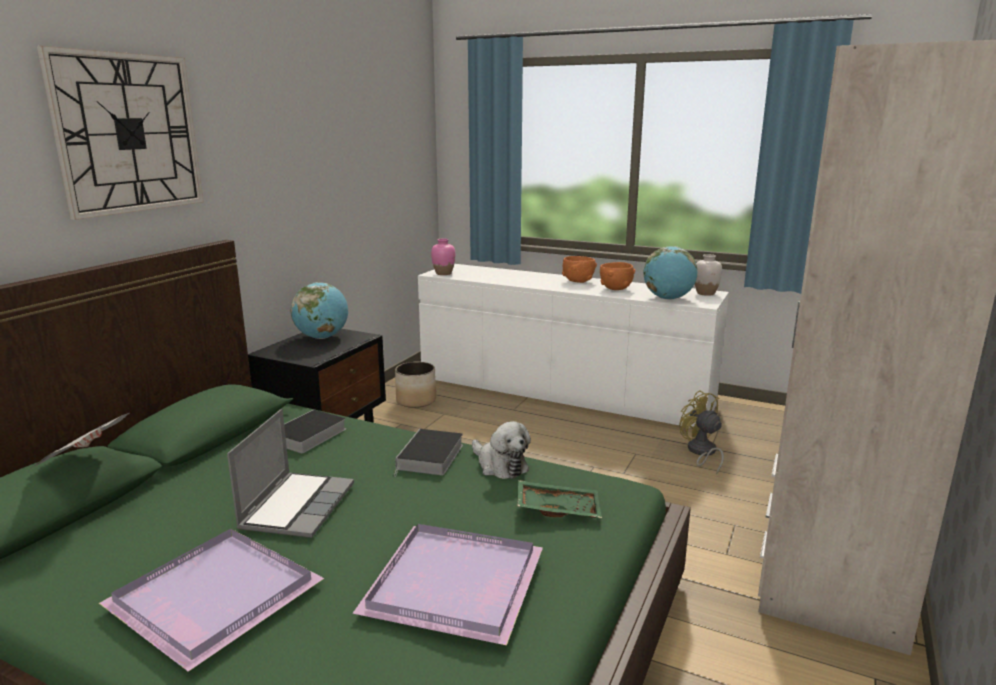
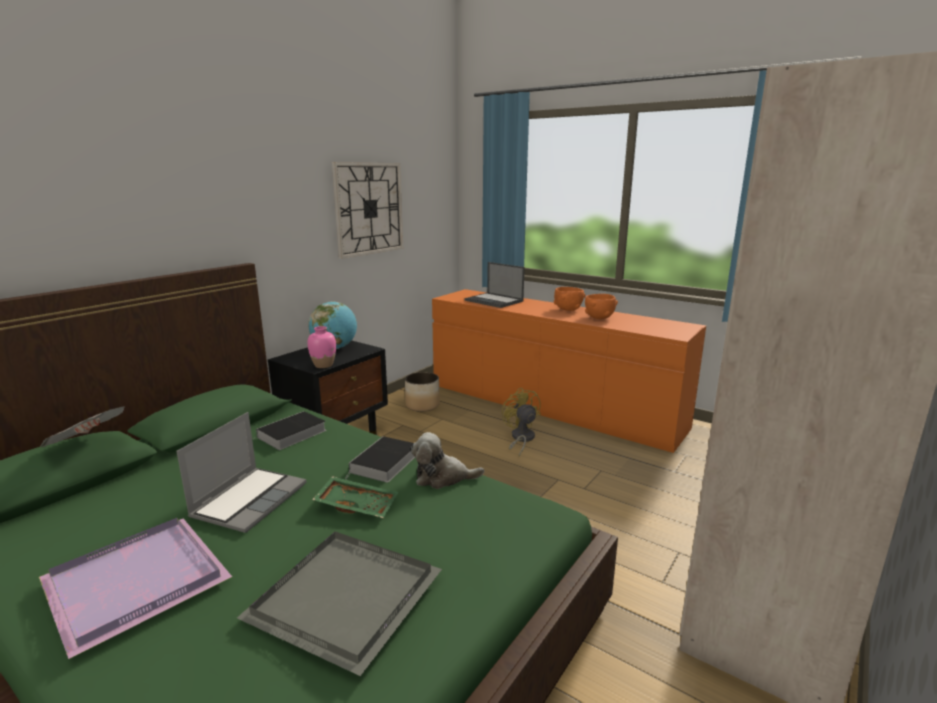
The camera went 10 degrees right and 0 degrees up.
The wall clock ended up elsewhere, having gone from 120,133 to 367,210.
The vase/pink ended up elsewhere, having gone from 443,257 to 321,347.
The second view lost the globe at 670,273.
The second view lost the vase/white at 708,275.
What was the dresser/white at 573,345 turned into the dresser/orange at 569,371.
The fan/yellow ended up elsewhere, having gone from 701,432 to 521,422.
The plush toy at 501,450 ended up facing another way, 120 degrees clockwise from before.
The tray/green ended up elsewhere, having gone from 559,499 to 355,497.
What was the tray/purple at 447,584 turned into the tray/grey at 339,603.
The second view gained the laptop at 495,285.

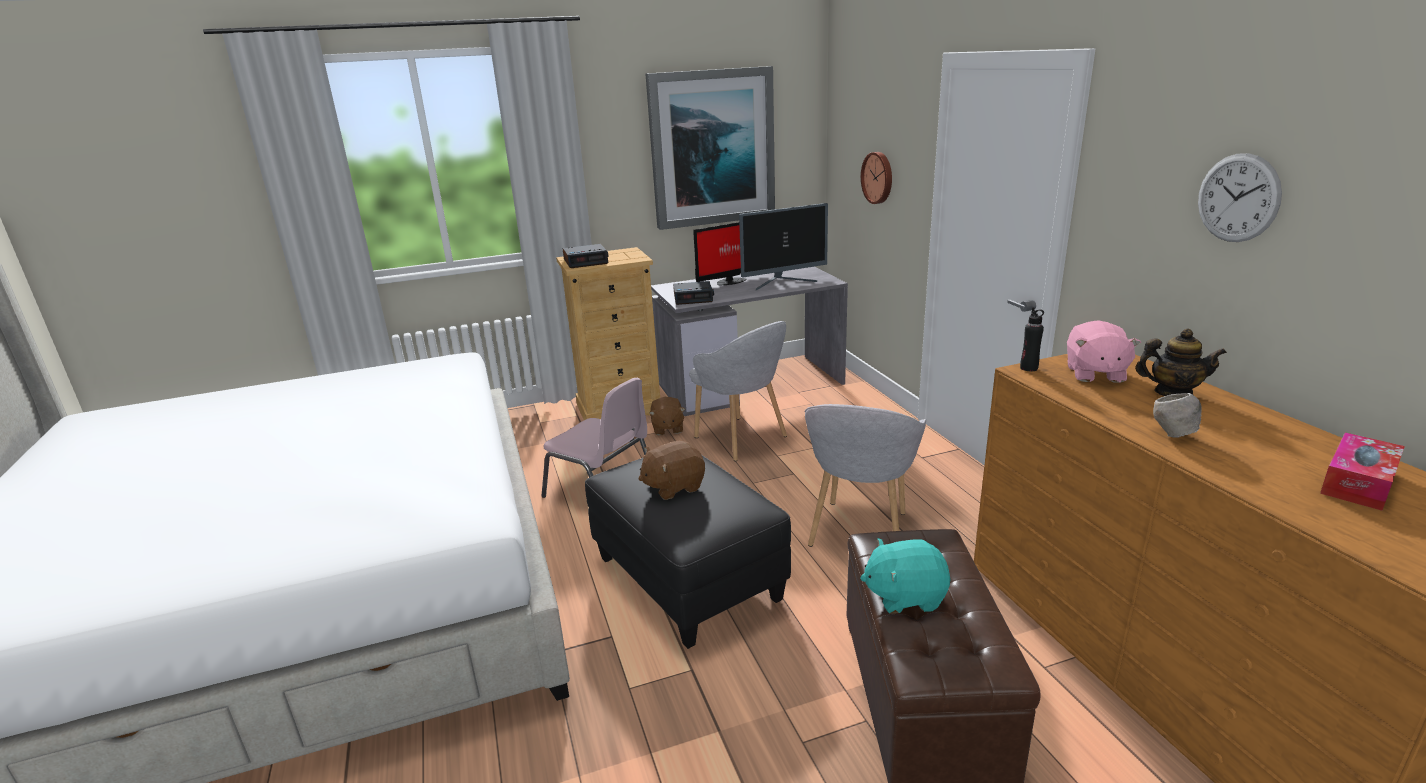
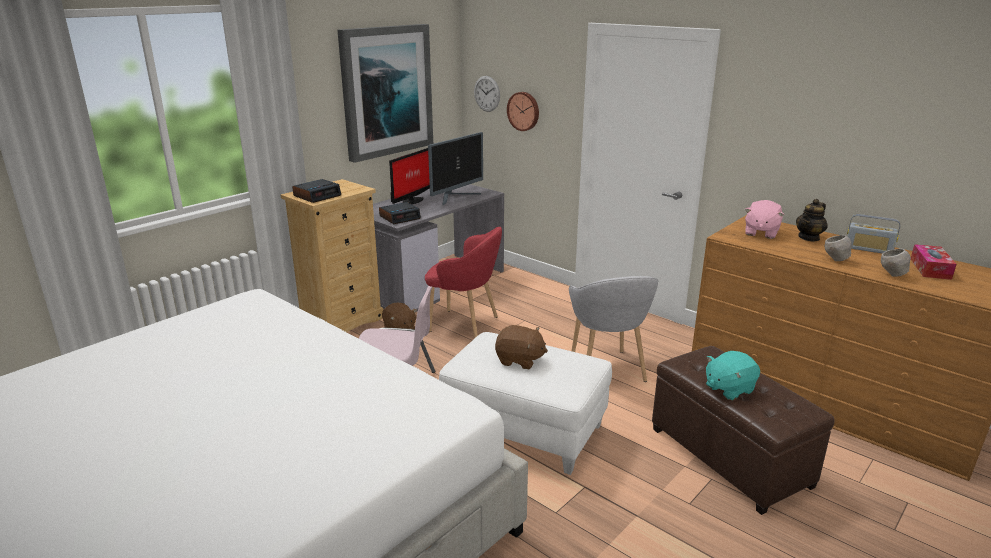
The camera went 30 degrees left and 0 degrees up.
The wall clock ended up elsewhere, having gone from 1240,197 to 487,94.
The second view lost the bottle/black at 1032,339.
The plush toy/pink at 1104,351 ended up facing another way, 45 degrees clockwise from before.
What was the armchair/grey at 738,391 turned into the armchair/red at 463,283.
The teapot at 1181,362 ended up facing another way, 150 degrees clockwise from before.
The plush toy/brown at 671,470 ended up facing another way, 105 degrees counterclockwise from before.
What was the ottoman/black at 688,552 turned into the ottoman/white at 525,403.
The second view gained the radio at 873,234.
The second view gained the bowl/grey at 896,263.

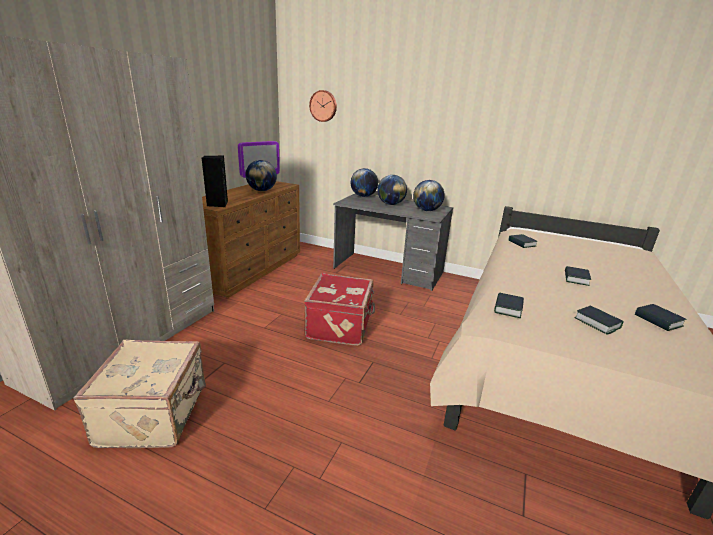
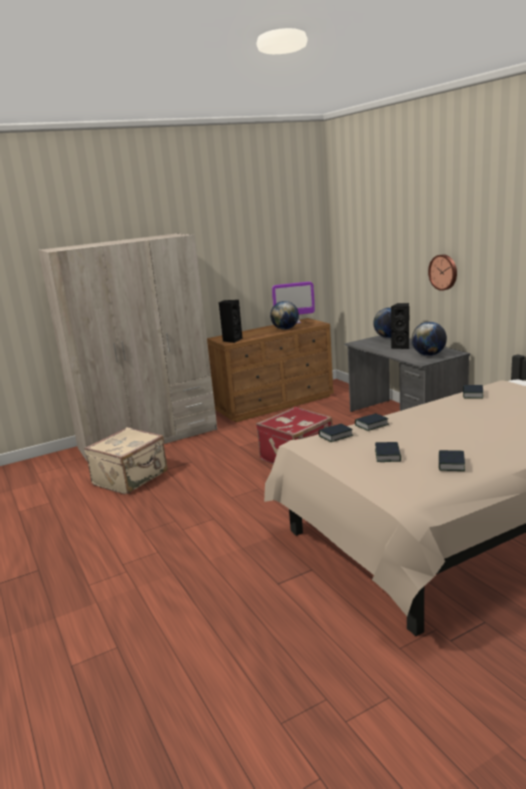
The camera went 40 degrees right and 5 degrees down.
The wall clock ended up elsewhere, having gone from 323,106 to 442,272.
Where the globe stood at 392,190, the speaker/black came to stand at 400,326.
The book ended up elsewhere, having gone from 578,276 to 372,422.

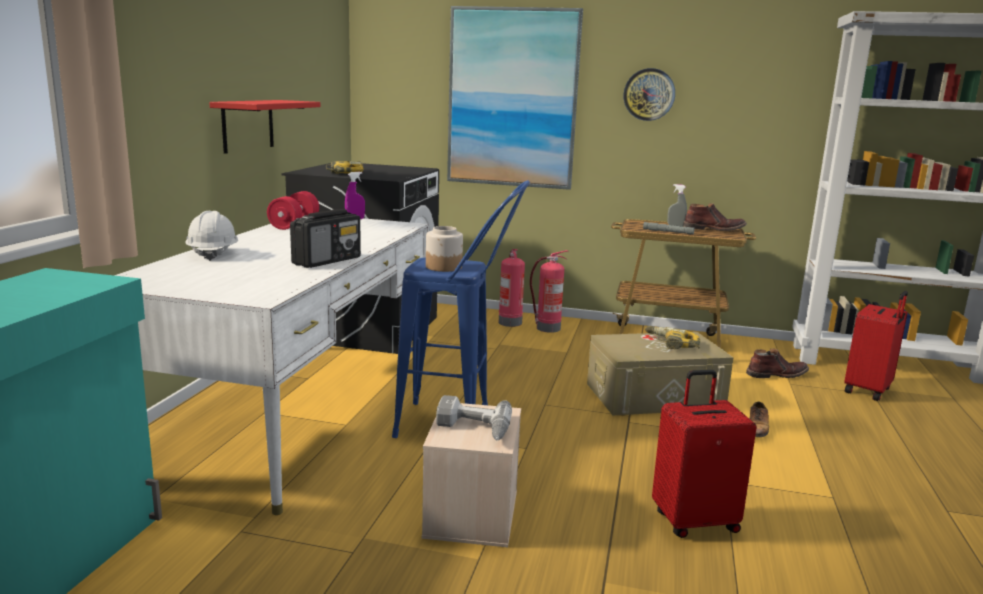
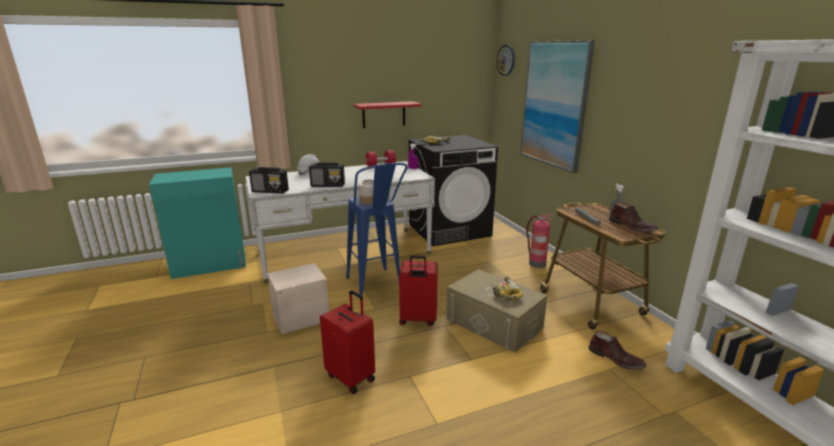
The camera went 55 degrees right and 5 degrees up.
The wall clock ended up elsewhere, having gone from 649,94 to 506,60.
The second view lost the fire extinguisher at 512,288.
The suitcase/red ended up elsewhere, having gone from 876,346 to 418,291.
The second view lost the power drill at 474,417.
The second view lost the shoe at 759,419.
The second view gained the radio at 269,180.

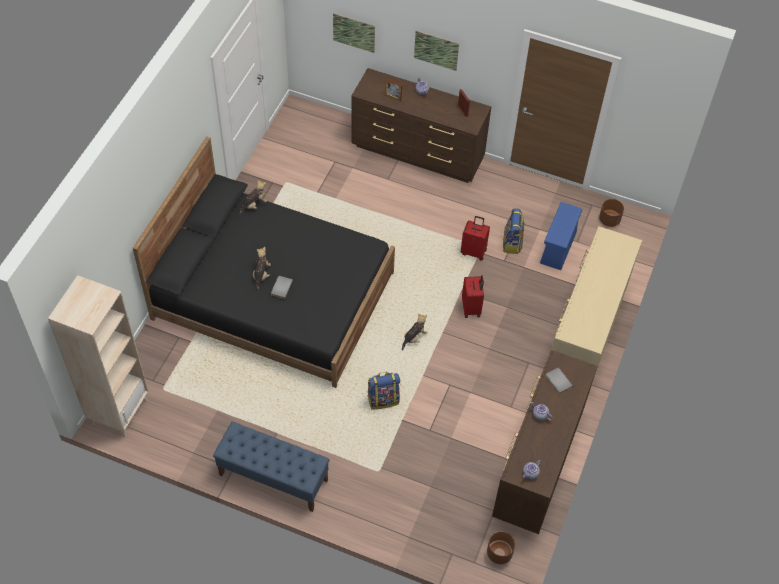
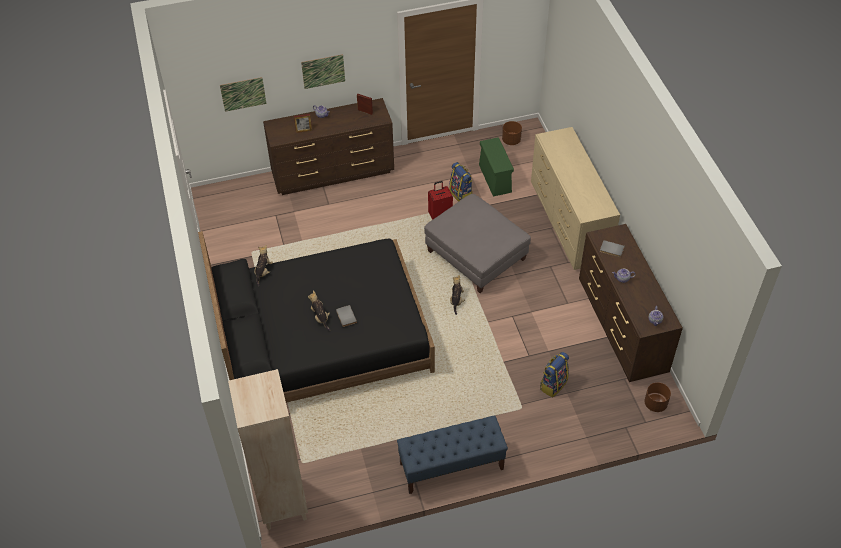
The camera went 35 degrees left and 5 degrees down.
What was the storage box/blue at 561,236 turned into the storage box/green at 496,166.
Where the suitcase/red stood at 473,296, the ottoman/grey came to stand at 477,243.
The backpack ended up elsewhere, having gone from 383,390 to 554,375.

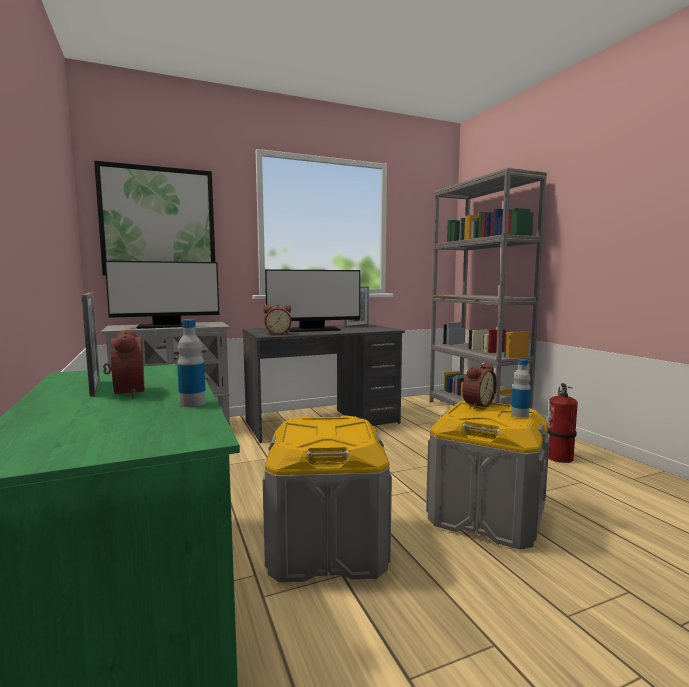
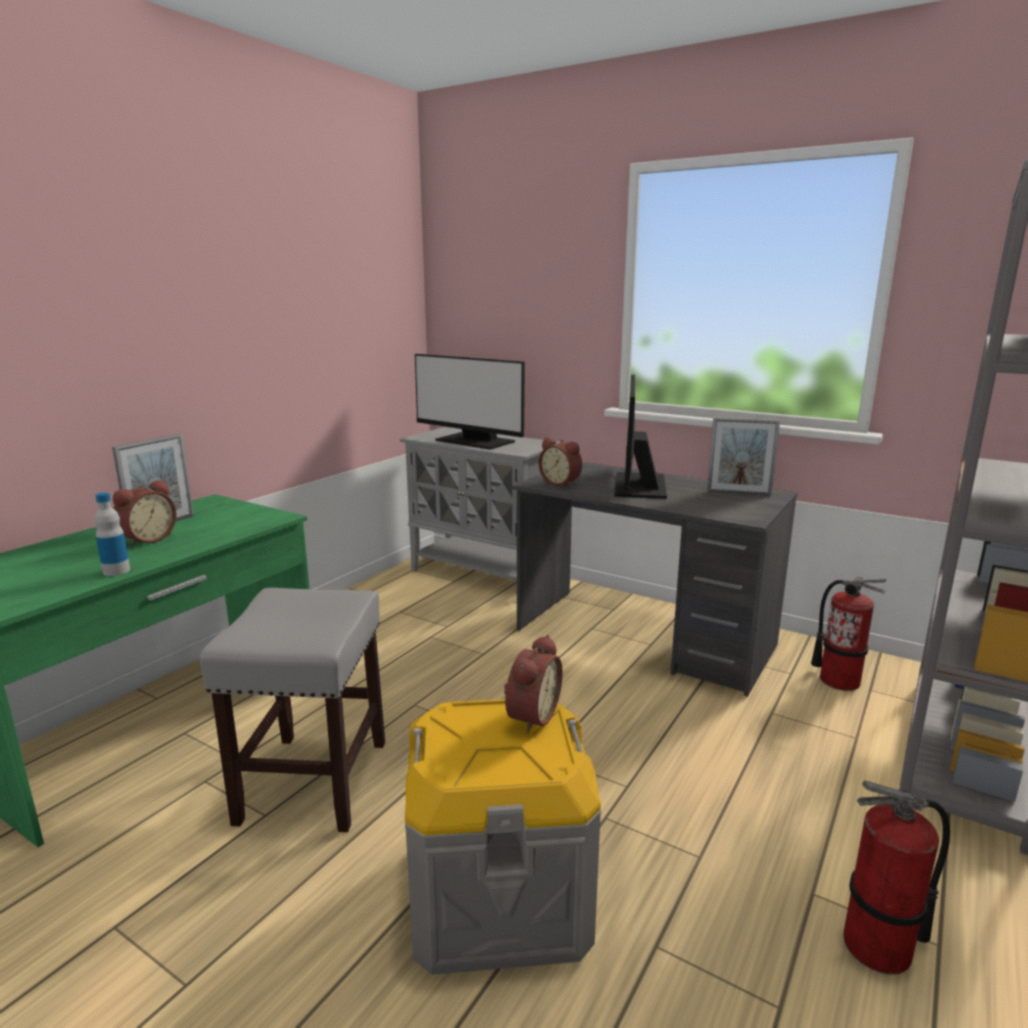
The camera went 55 degrees right and 10 degrees up.
The second view lost the picture at 154,218.
The monitor at 312,300 ended up facing another way, 60 degrees clockwise from before.
The second view lost the bottle at 521,388.
The alarm clock at 479,385 ended up facing another way, 75 degrees counterclockwise from before.
Where the storage box/grey stood at 327,499, the stool/grey came to stand at 292,710.
The second view gained the fire extinguisher at 848,634.

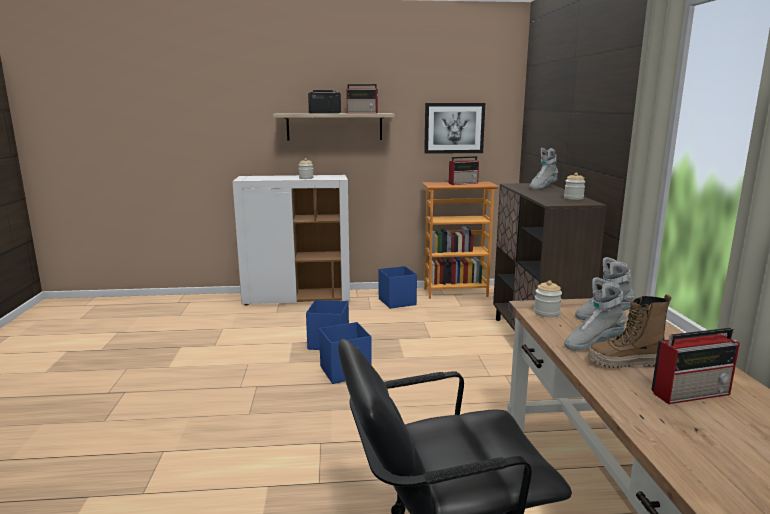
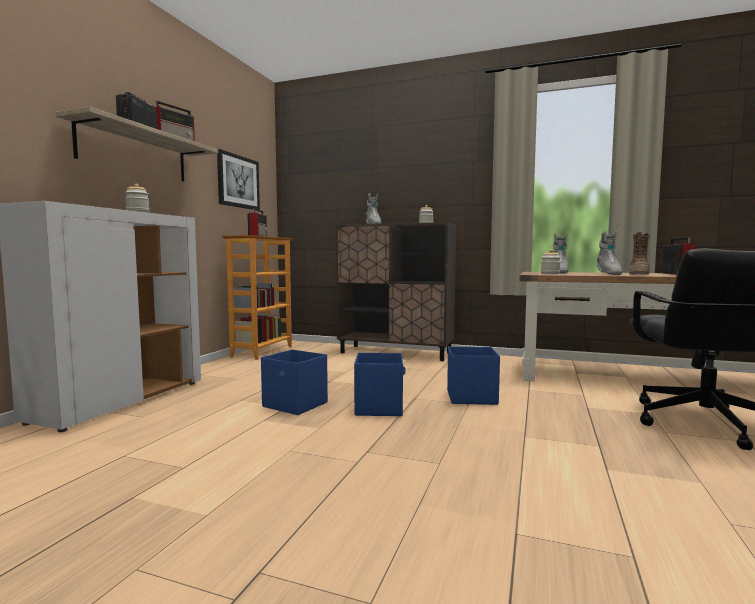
The camera went 65 degrees left and 10 degrees down.
The storage box/blue ended up elsewhere, having gone from 398,287 to 473,376.

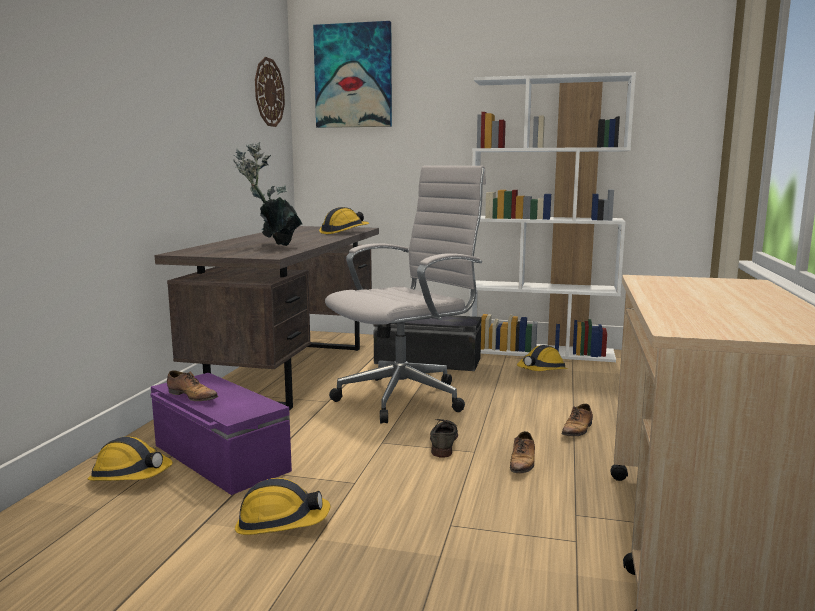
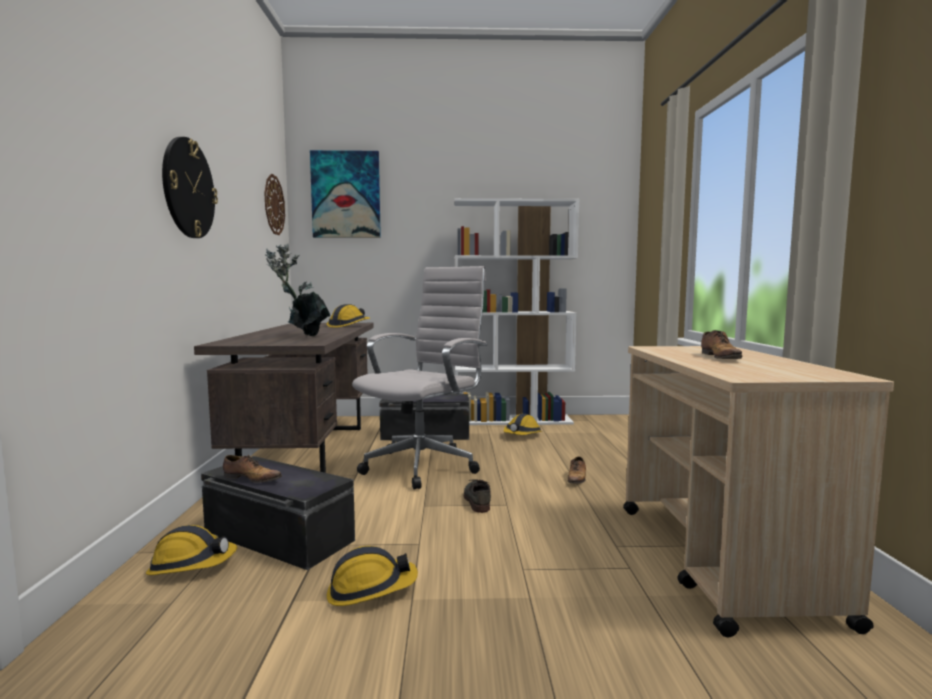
The camera went 15 degrees left and 5 degrees down.
What was the storage box/purple at 221,434 turned into the storage box/black at 278,513.
The shoe ended up elsewhere, having gone from 522,452 to 721,344.
The second view gained the wall clock at 190,187.

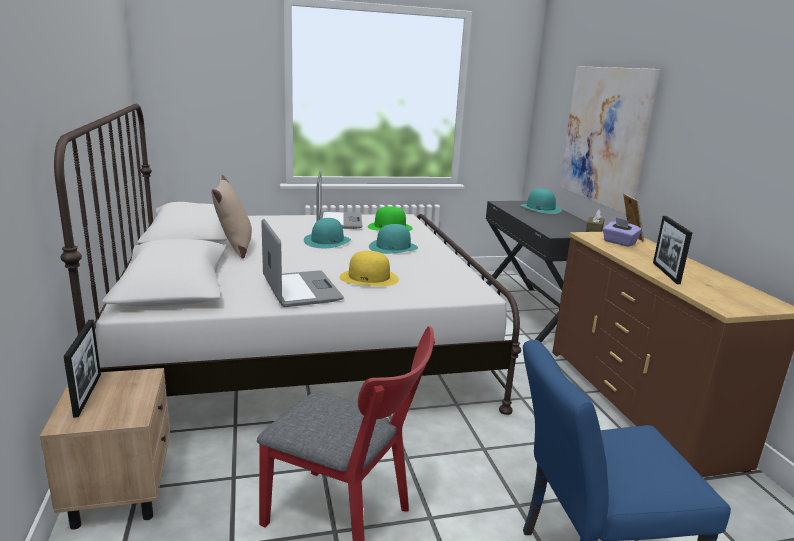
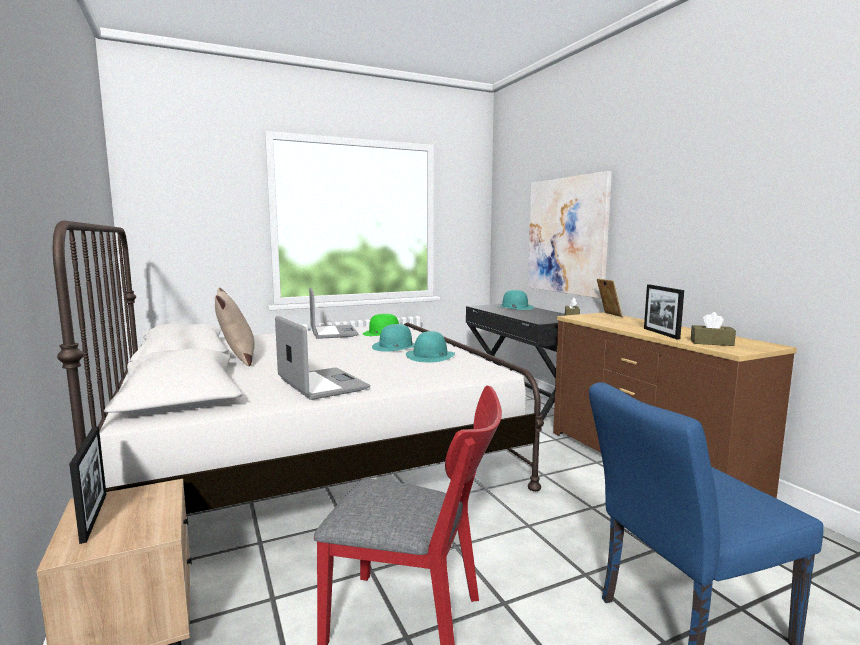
The camera went 10 degrees left and 10 degrees down.
The hat/turquoise ended up elsewhere, having gone from 327,233 to 430,346.
The second view lost the tissue box/purple at 622,232.
The second view lost the hat/yellow at 369,268.
The second view gained the tissue box/brown at 713,329.

